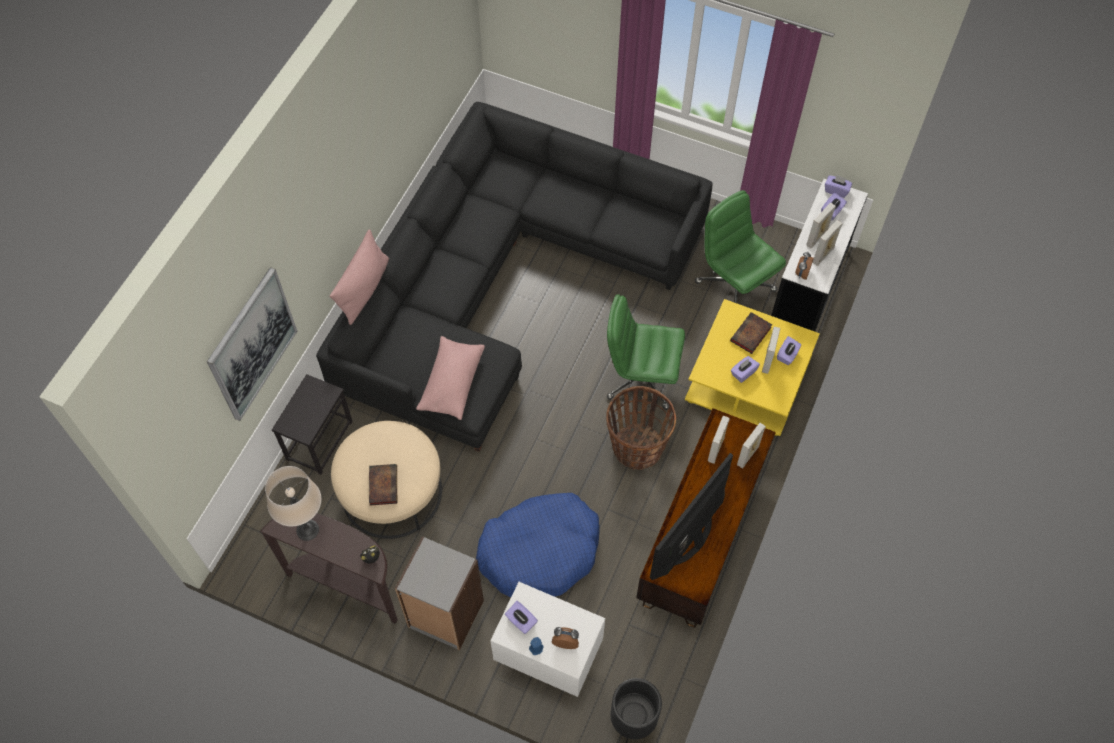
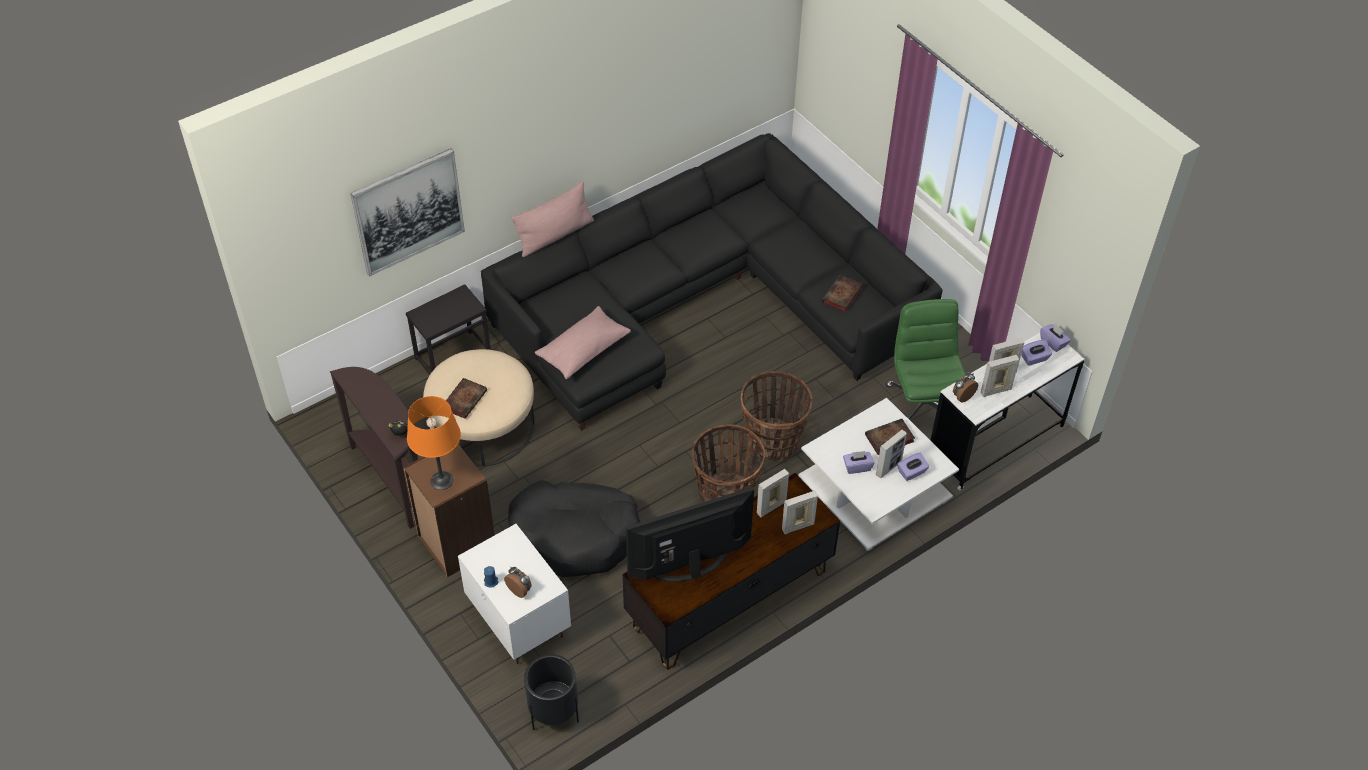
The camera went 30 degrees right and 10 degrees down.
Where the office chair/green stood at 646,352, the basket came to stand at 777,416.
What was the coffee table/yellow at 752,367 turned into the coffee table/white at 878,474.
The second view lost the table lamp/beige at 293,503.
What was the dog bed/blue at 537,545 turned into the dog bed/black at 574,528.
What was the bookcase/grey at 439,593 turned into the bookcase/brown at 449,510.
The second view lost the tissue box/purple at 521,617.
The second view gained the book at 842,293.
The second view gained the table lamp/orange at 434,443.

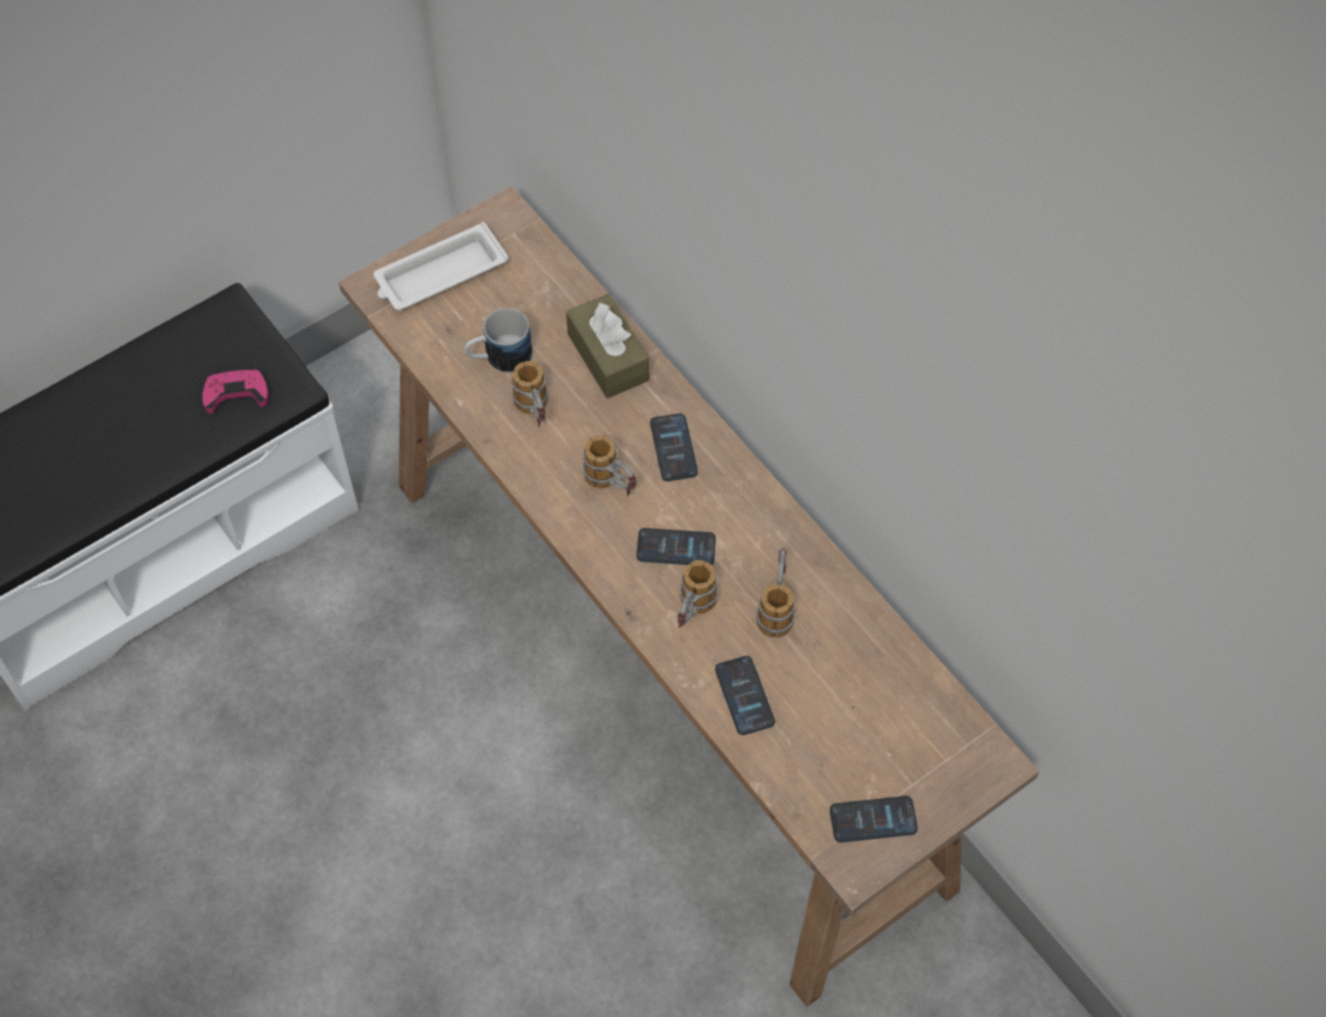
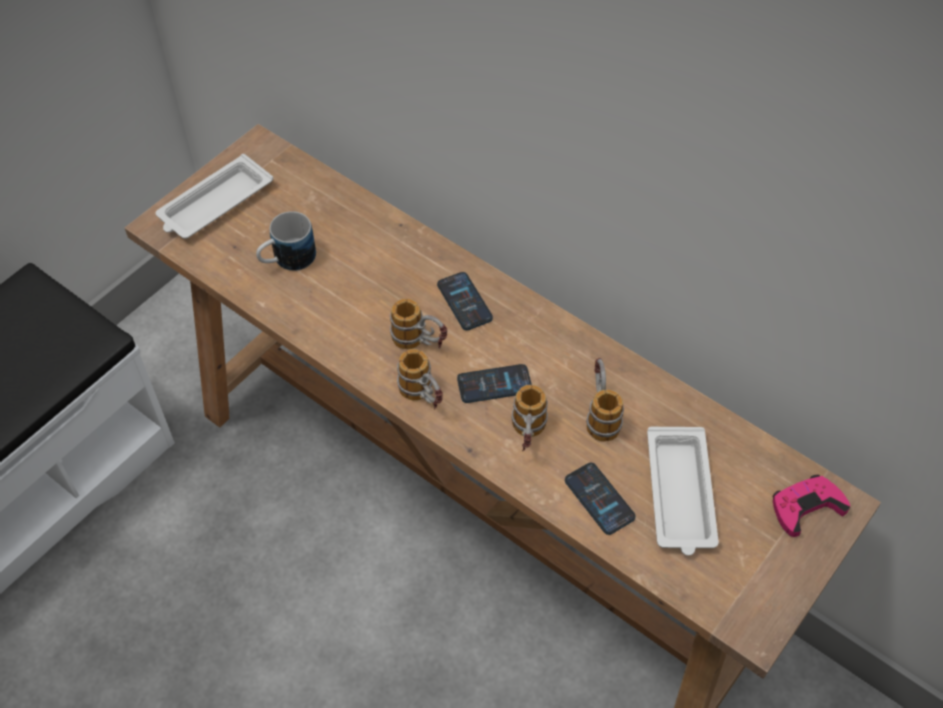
The camera went 15 degrees left and 5 degrees down.
The second view lost the tissue box/brown at 607,346.
The mug ended up elsewhere, having gone from 529,394 to 420,379.
The game controller/pink ended up elsewhere, having gone from 235,391 to 811,506.
The second view lost the phone at 874,819.
The second view gained the tray/white at 683,491.

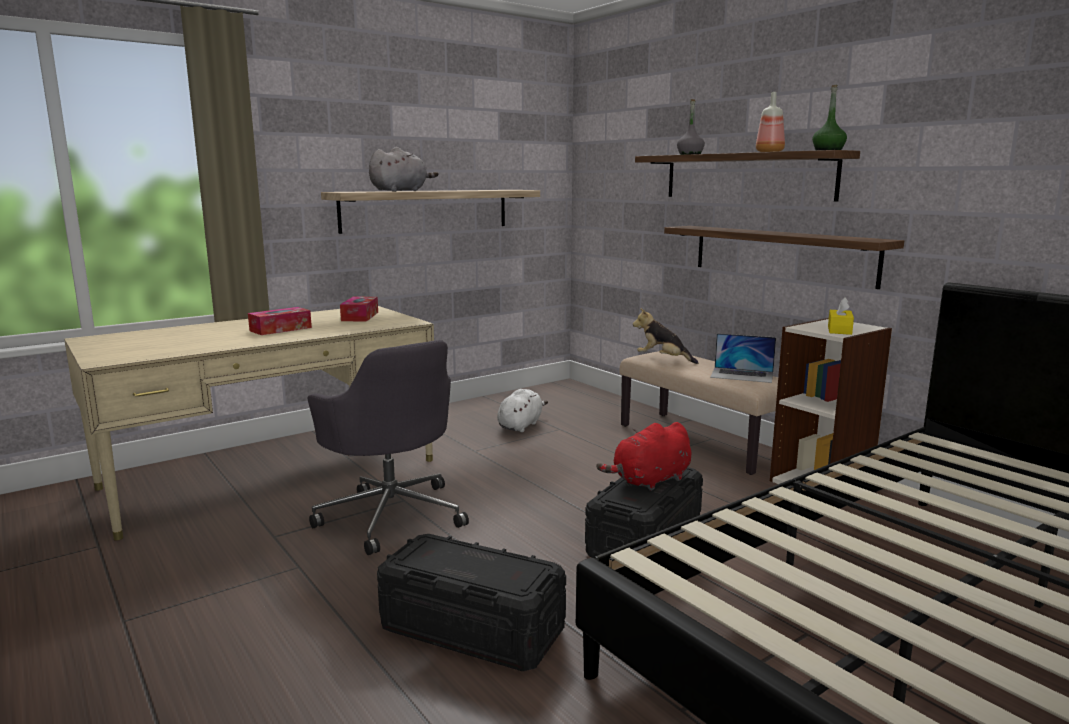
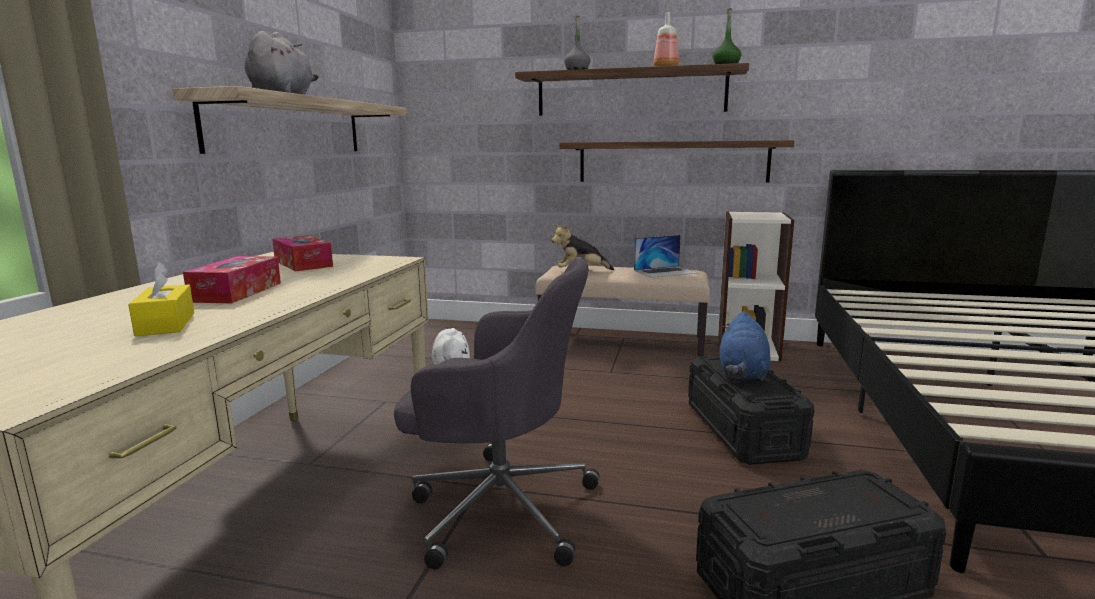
The camera went 40 degrees left and 0 degrees up.
The tissue box/yellow ended up elsewhere, having gone from 841,316 to 161,299.
What was the plush toy/red at 643,456 turned into the plush toy/blue at 745,346.

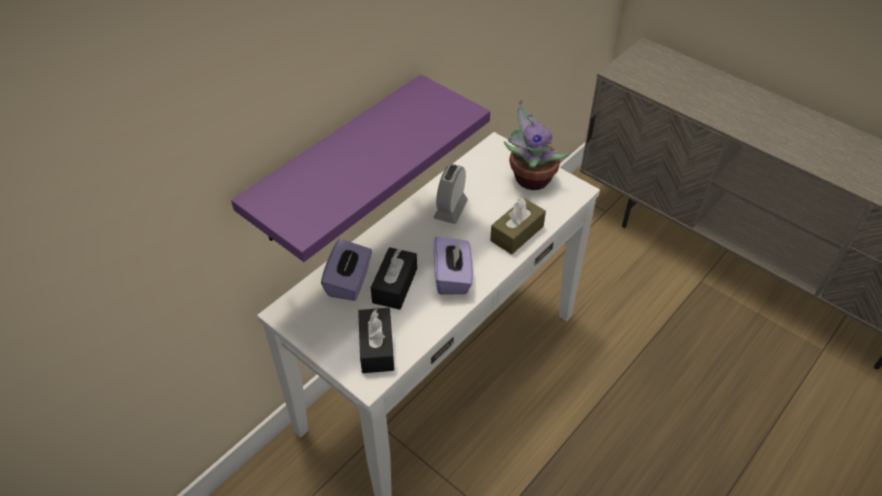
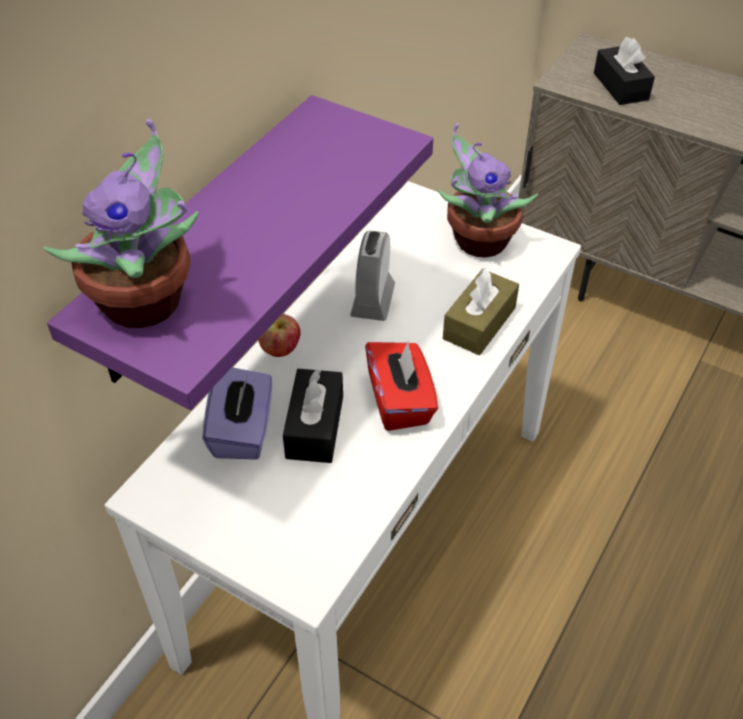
The camera went 10 degrees left and 0 degrees up.
What was the tissue box/purple at 453,265 turned into the tissue box/red at 401,386.
The tissue box/black ended up elsewhere, having gone from 376,340 to 624,71.
The second view gained the potted plant at 120,223.
The second view gained the apple at 279,335.

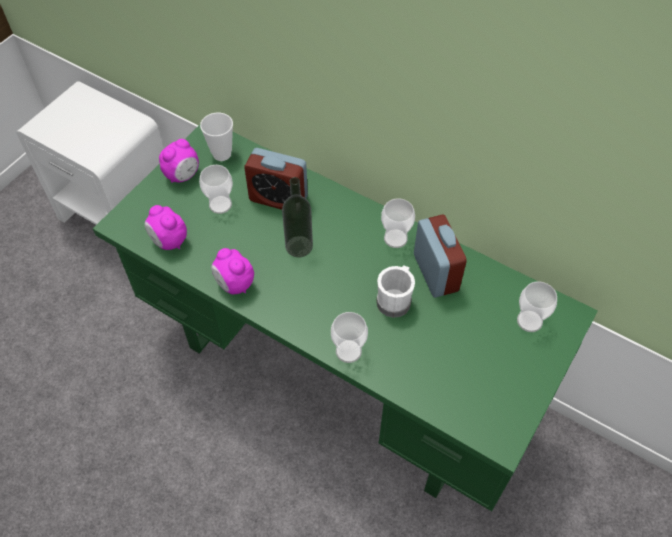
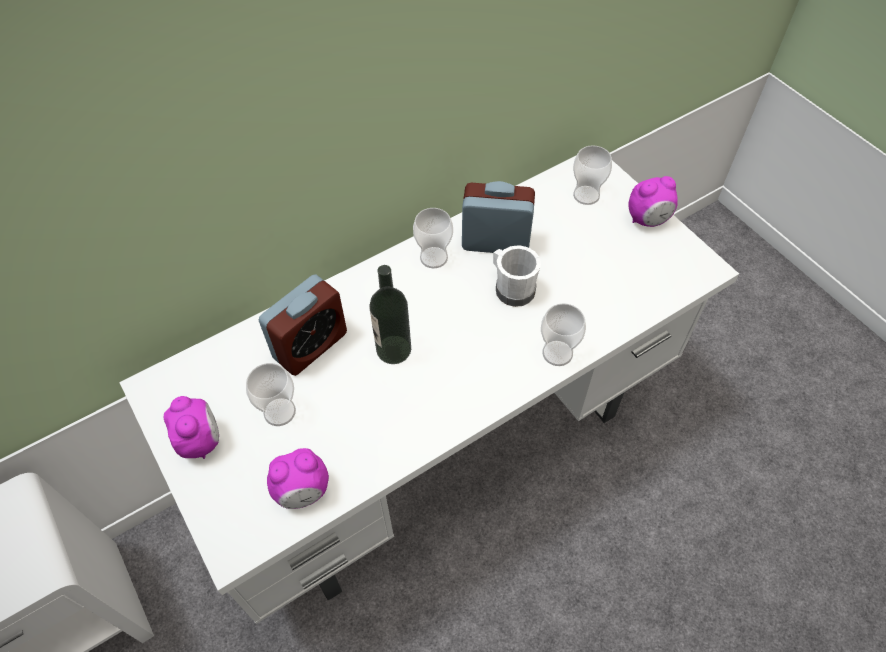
The camera went 65 degrees left and 0 degrees up.
The second view lost the cup at 216,137.
What was the desk/green at 345,318 turned into the desk/white at 429,389.
The alarm clock ended up elsewhere, having gone from 232,271 to 653,201.

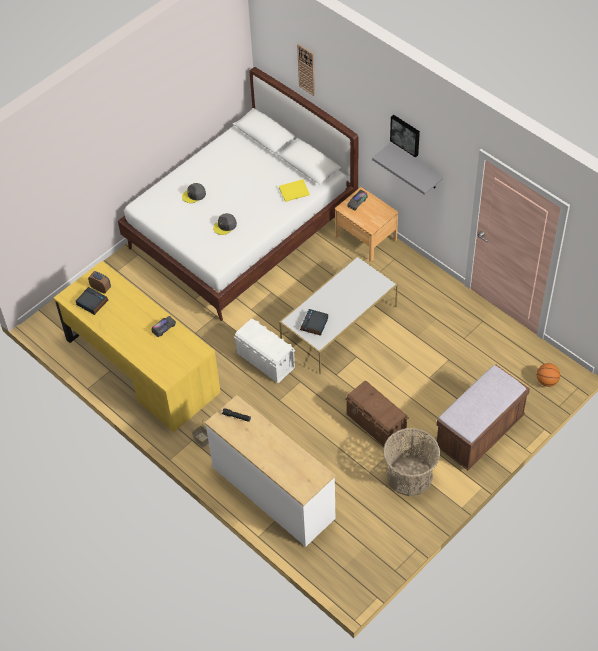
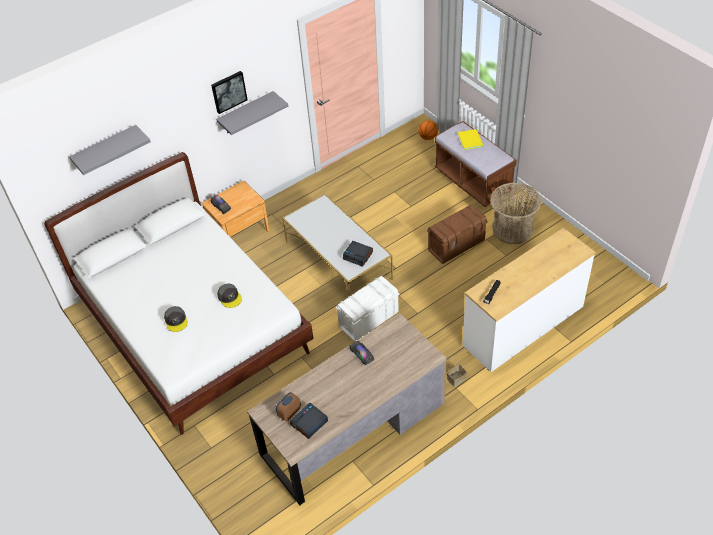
The camera went 80 degrees left and 5 degrees down.
Where the wall clock hung at 306,70, the shelf/grey came to hang at 110,150.
The book/yellow ended up elsewhere, having gone from 294,190 to 470,139.
What was the desk/yellow at 137,346 turned into the desk/brown at 346,409.

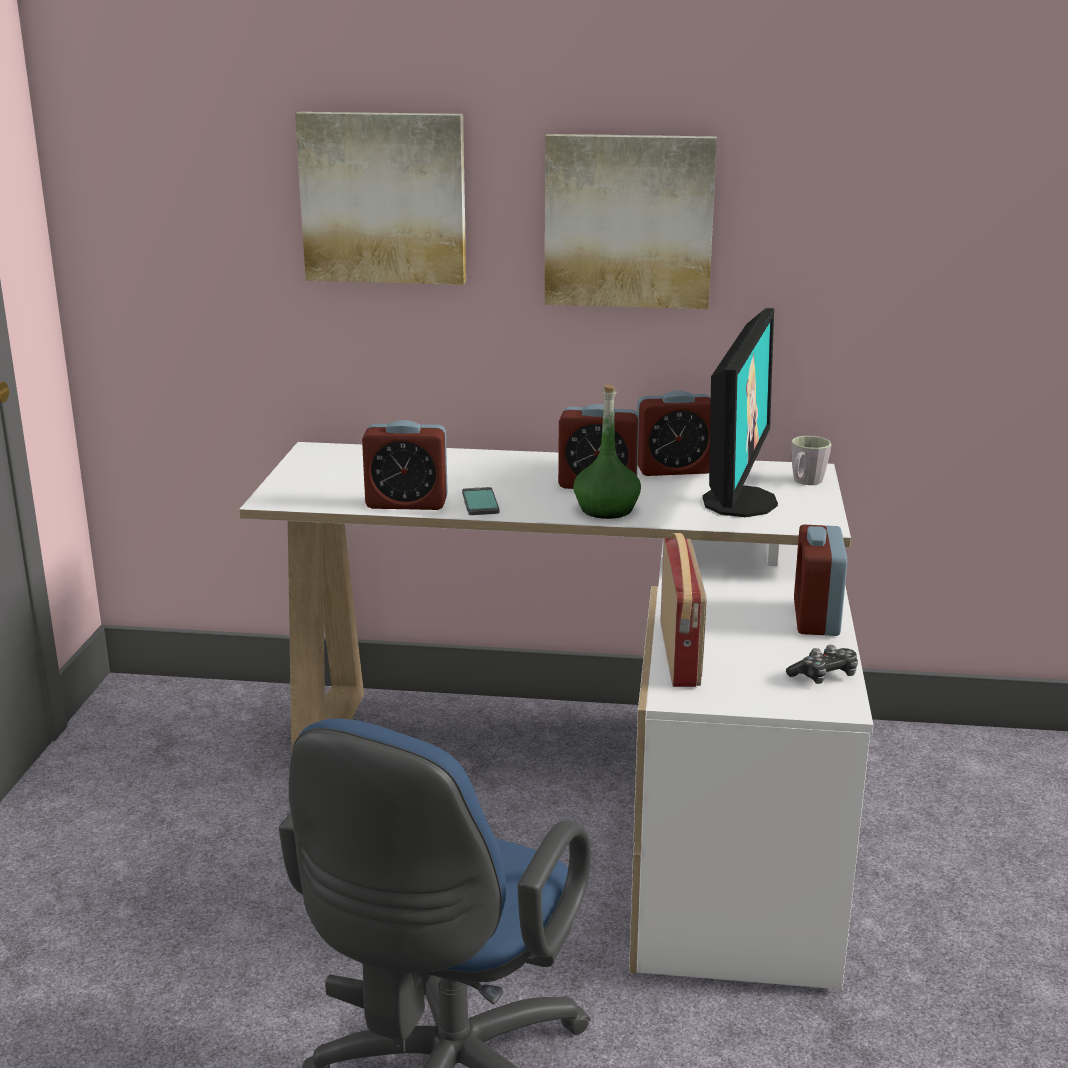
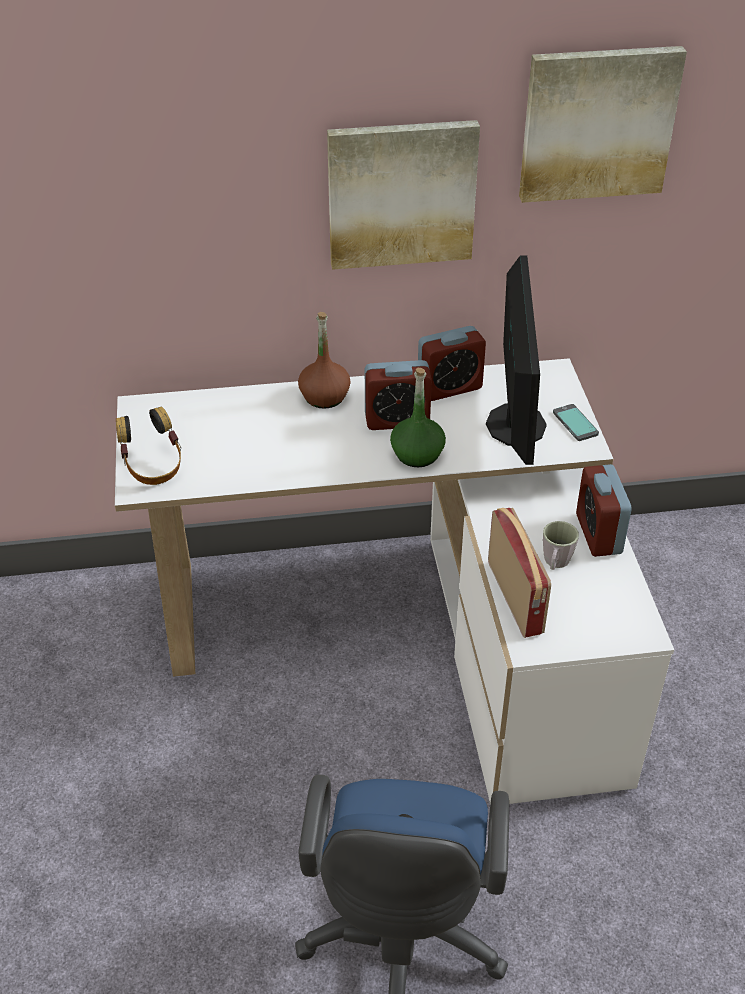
The camera went 15 degrees left and 20 degrees up.
The picture ended up elsewhere, having gone from 380,198 to 603,124.
The second view lost the alarm clock at 405,465.
The mug/grey ended up elsewhere, having gone from 811,460 to 561,545.
The phone ended up elsewhere, having gone from 481,501 to 576,422.
The second view lost the game controller at 822,664.
The second view gained the bottle/brown at 324,360.
The second view gained the headphones at 148,445.

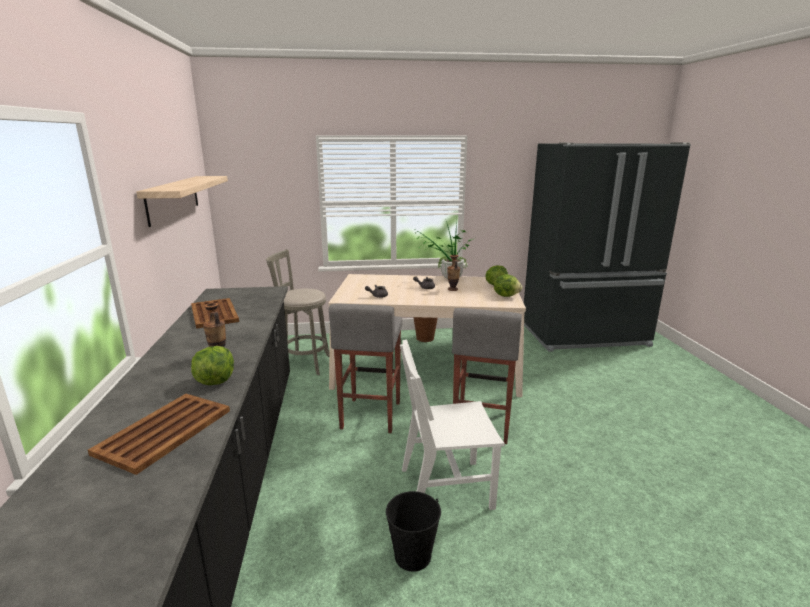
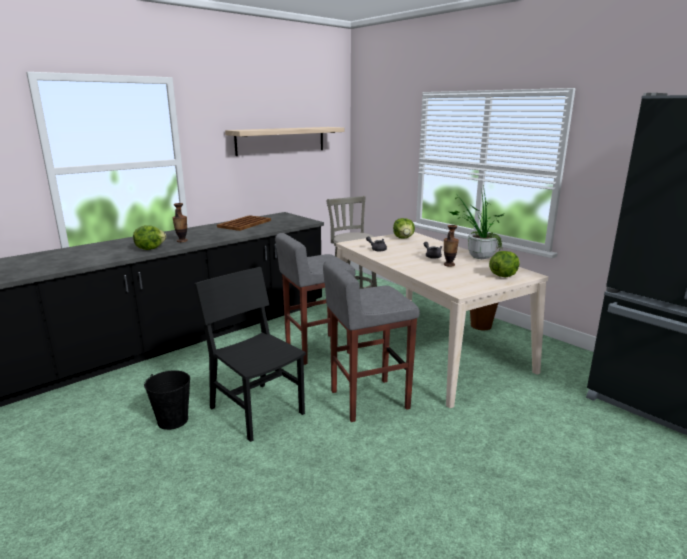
The camera went 55 degrees right and 0 degrees up.
The lettuce ended up elsewhere, having gone from 508,285 to 404,228.
What was the chair/white at 452,425 turned into the chair/black at 250,354.
The second view lost the tray/brown at 159,434.

